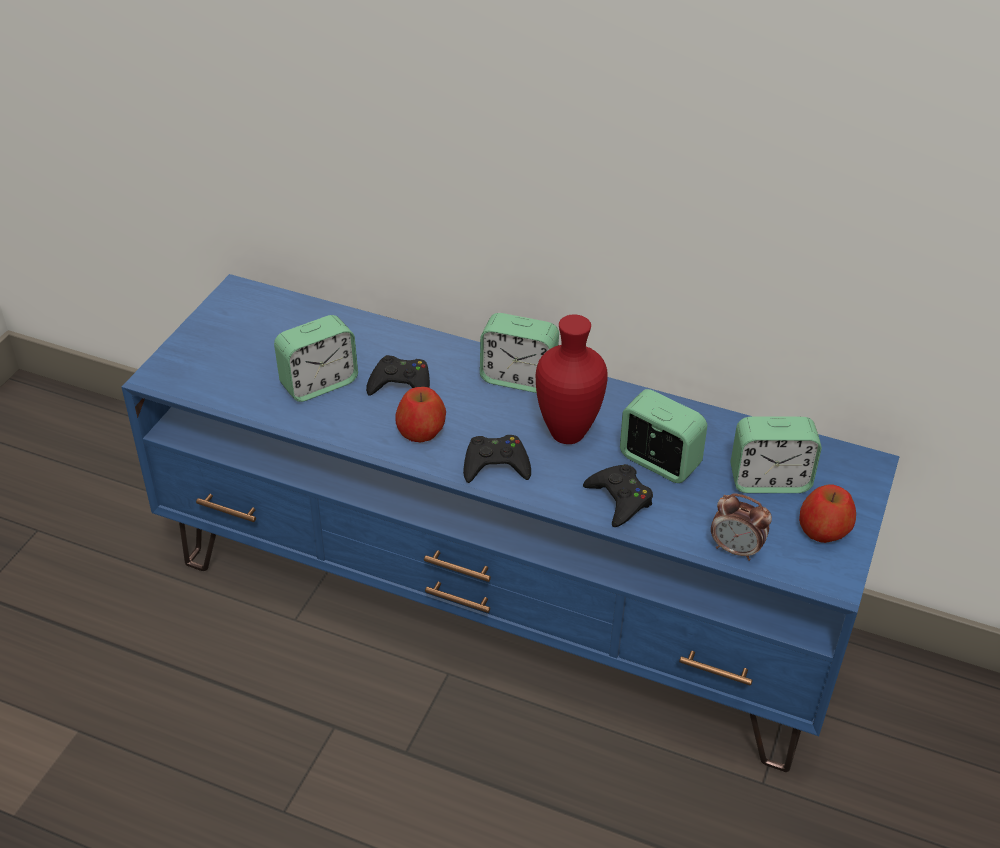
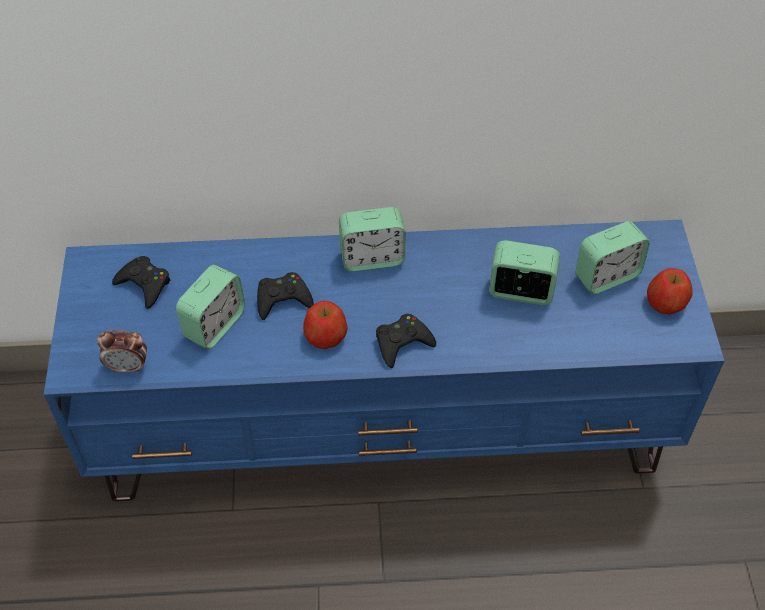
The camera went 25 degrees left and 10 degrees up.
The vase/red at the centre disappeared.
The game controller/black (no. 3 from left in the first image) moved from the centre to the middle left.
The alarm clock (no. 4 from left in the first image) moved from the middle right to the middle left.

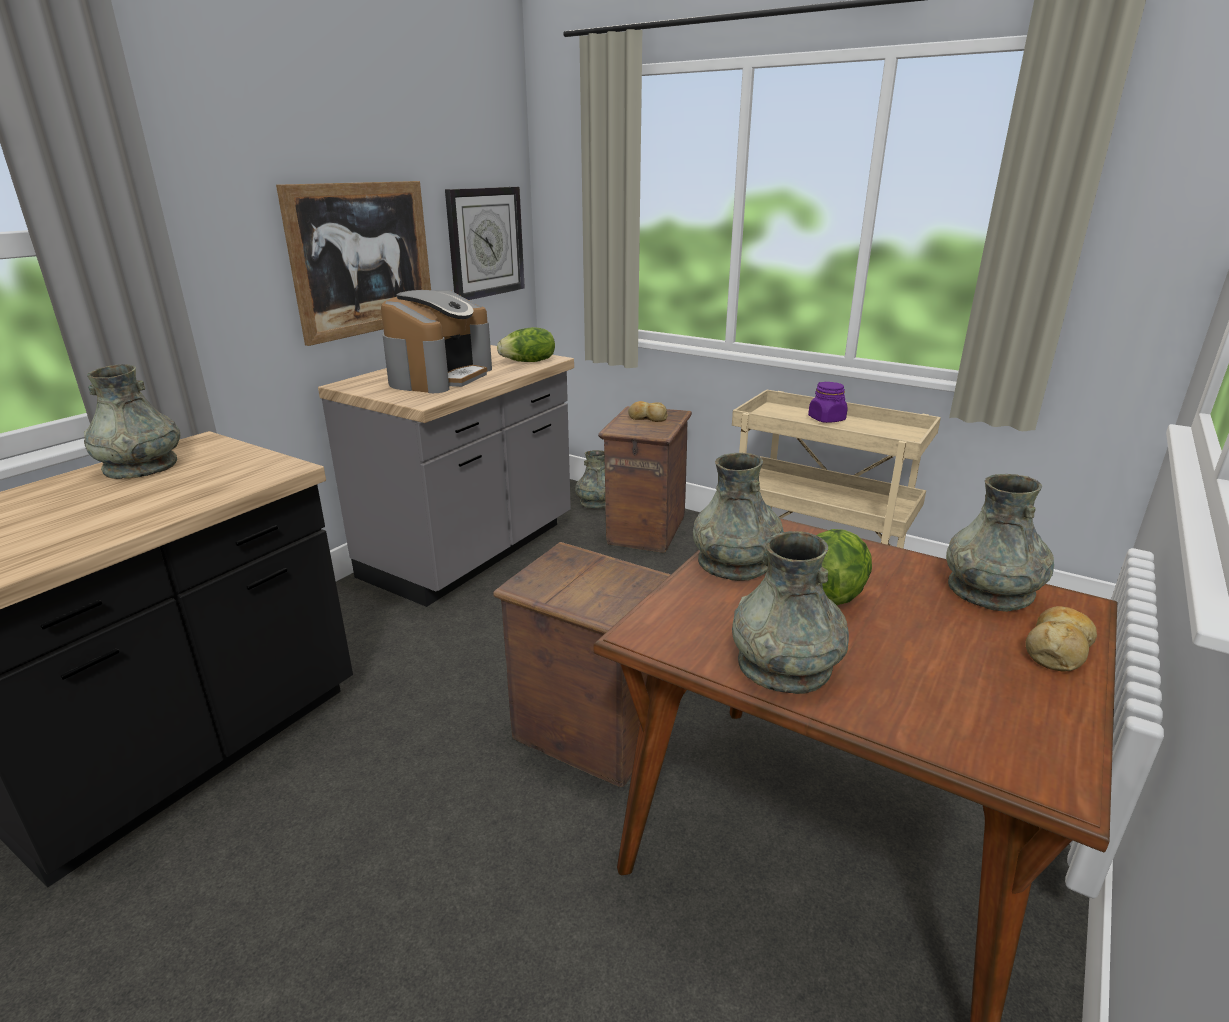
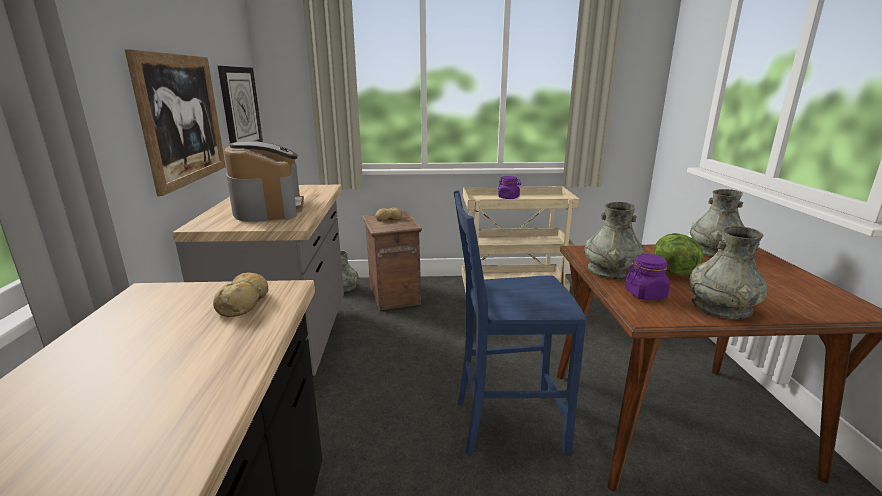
The camera went 35 degrees left and 5 degrees down.
The vase/grey (no. 1 from left) at the middle left disappeared.
The crate (no. 1 from left) at the centre was replaced by the chair/blue at the centre.
The lettuce (no. 1 from left) at the centre disappeared.
The bread (no. 2 from left in the first image) moved from the middle right to the middle left.
The jar/purple (no. 2 from left) at the middle right appeared.

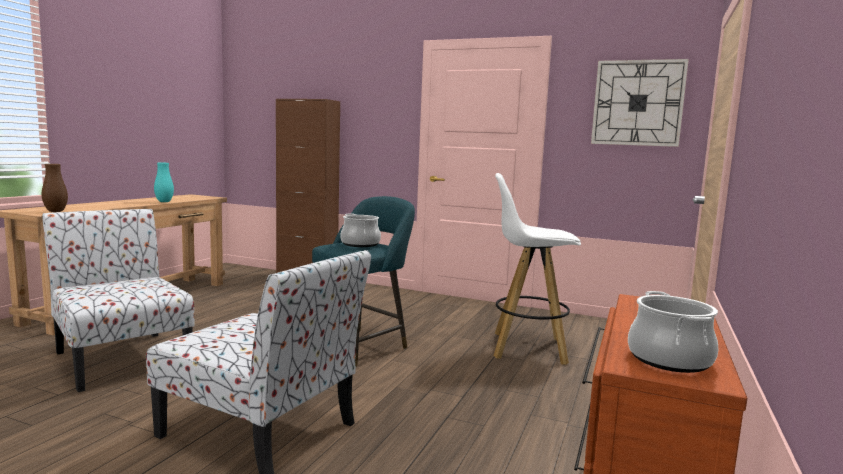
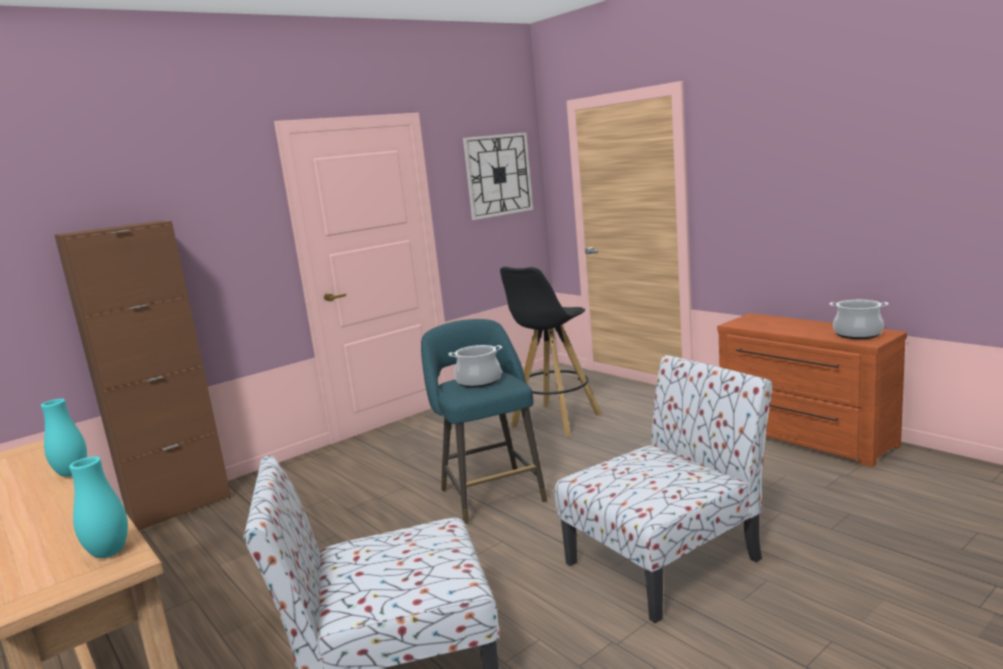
The camera went 60 degrees left and 5 degrees up.
The vase/brown at the middle left became the vase/turquoise (no. 2 from left) at the bottom left.
The stool/white at the centre became the stool/black at the centre.

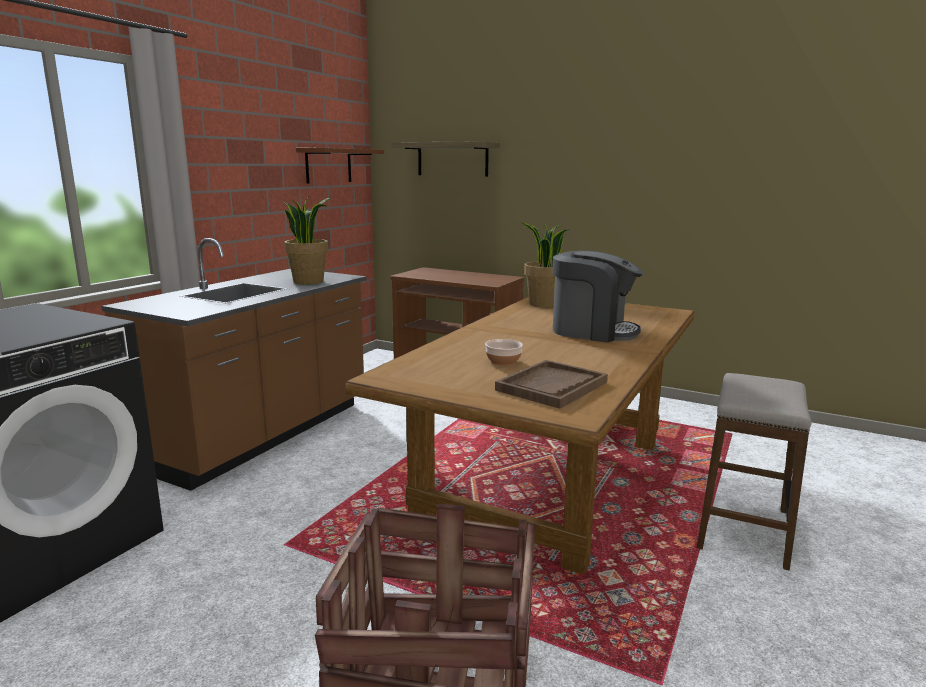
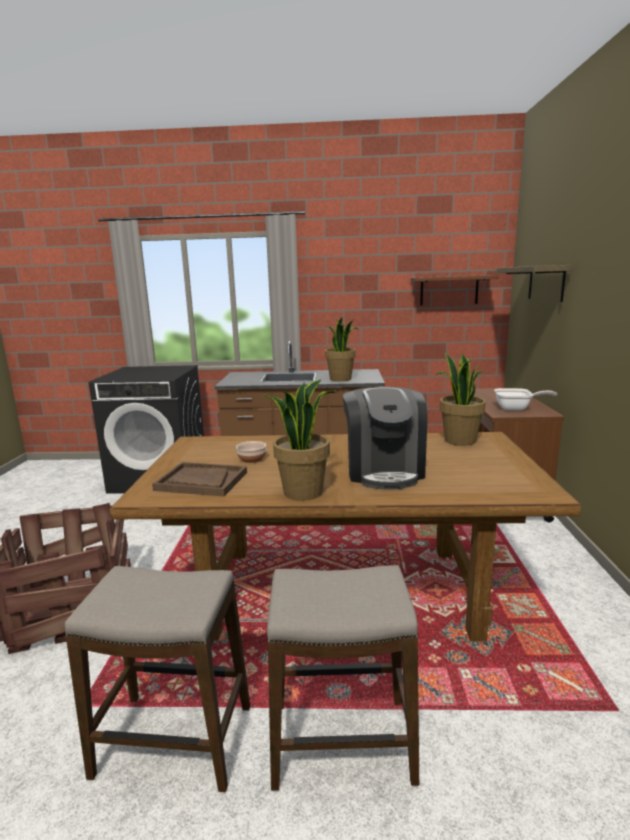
The camera went 65 degrees right and 0 degrees up.
The stool (no. 1 from left) at the bottom left appeared.
The potted plant (no. 1 from left) at the centre appeared.
The frying pan at the middle right appeared.

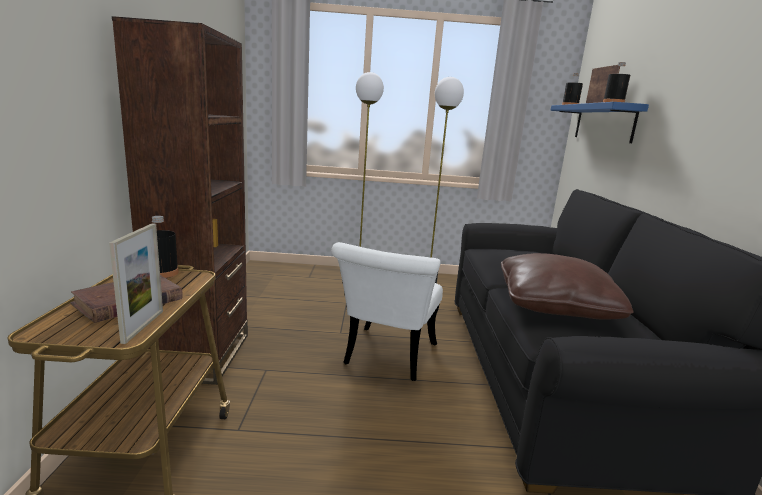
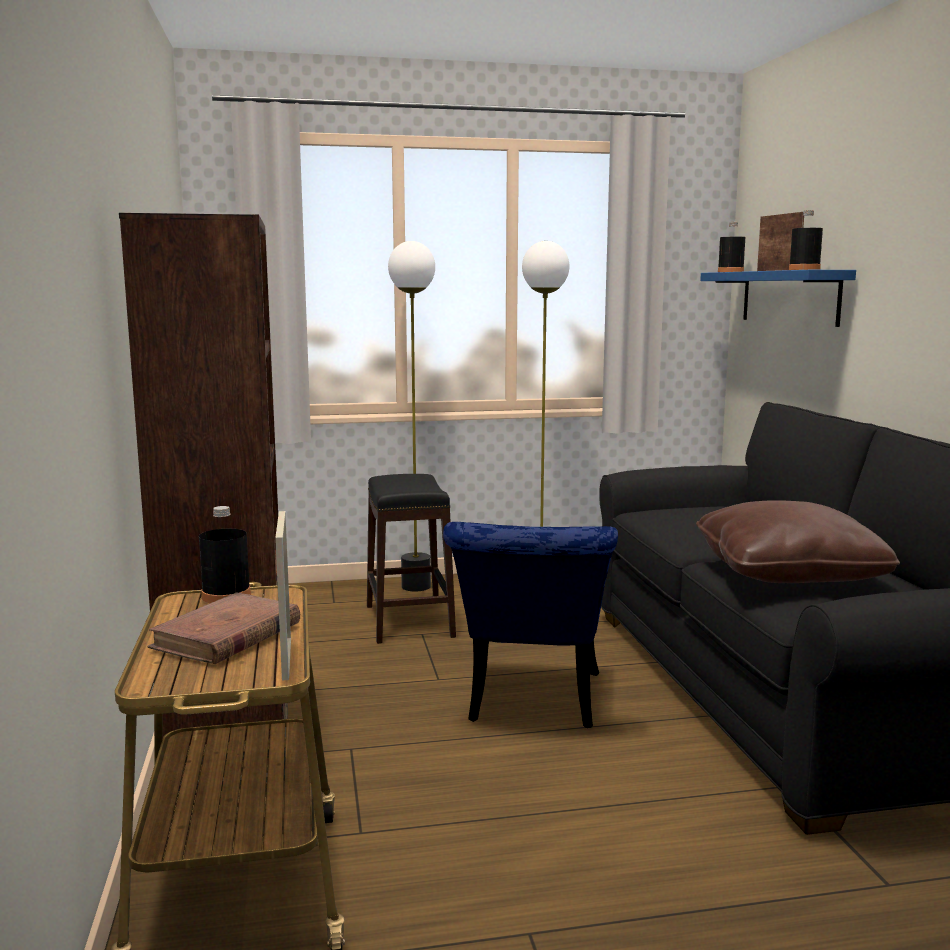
The camera went 10 degrees left and 5 degrees down.
The chair/white at the centre became the chair/blue at the centre.
The stool/black at the centre appeared.

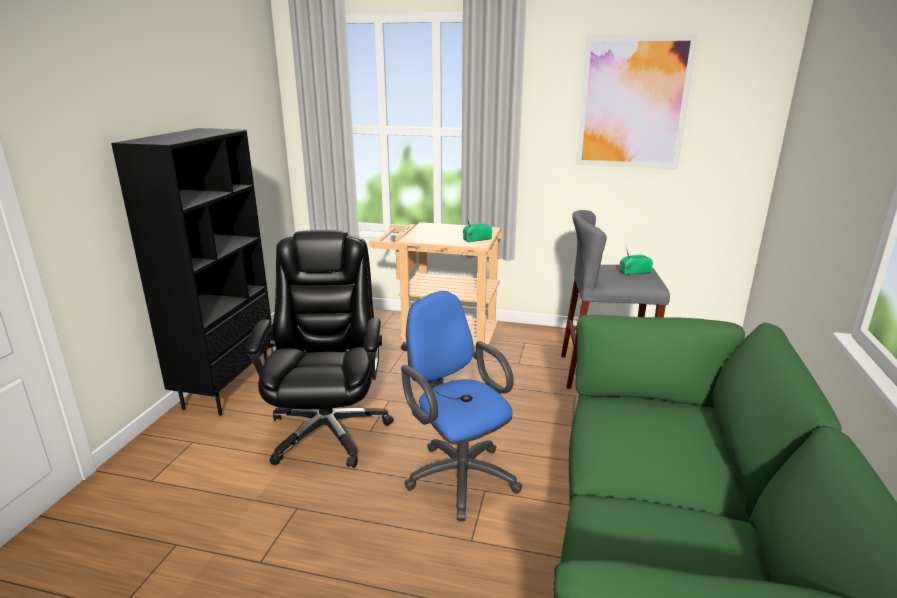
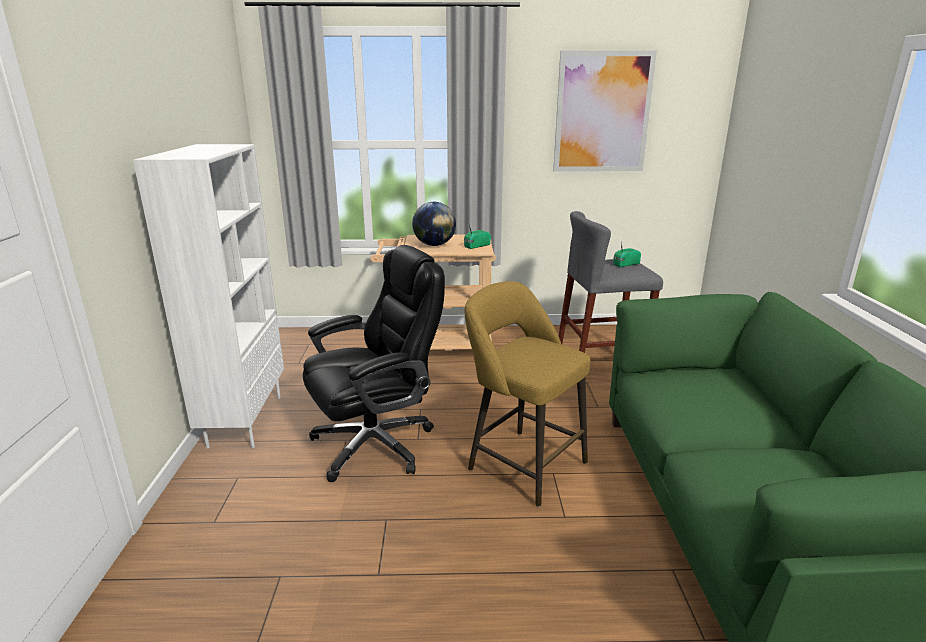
The camera went 15 degrees left and 0 degrees up.
The bookcase/black at the middle left became the bookcase/white at the middle left.
The office chair/black at the centre turned 75 degrees clockwise.
The office chair/blue at the bottom centre was replaced by the stool/yellow at the centre.
The globe at the centre appeared.

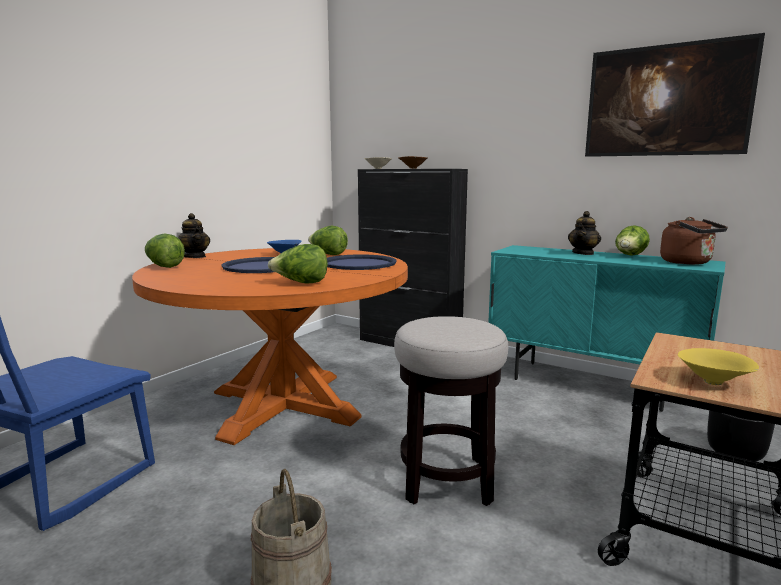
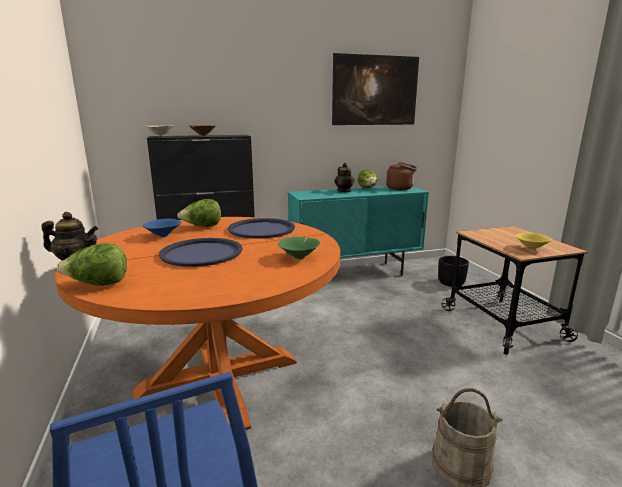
The camera went 50 degrees left and 5 degrees up.
The lettuce (no. 2 from left) at the centre was replaced by the bowl/green at the centre.
The stool at the bottom centre disappeared.

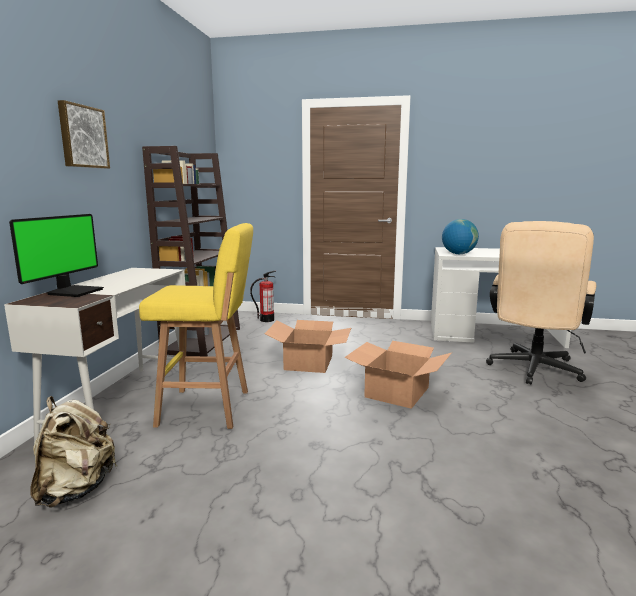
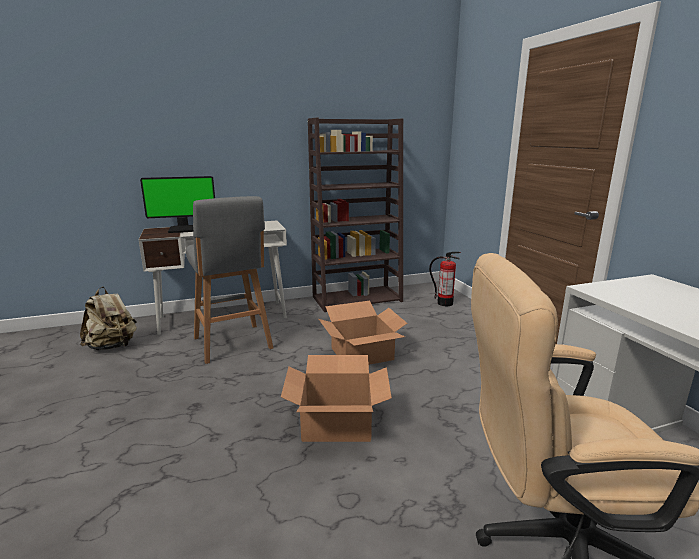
The camera went 60 degrees right and 5 degrees up.
The picture at the top left disappeared.
The stool/yellow at the middle left became the stool/grey at the middle left.
The globe at the middle right disappeared.

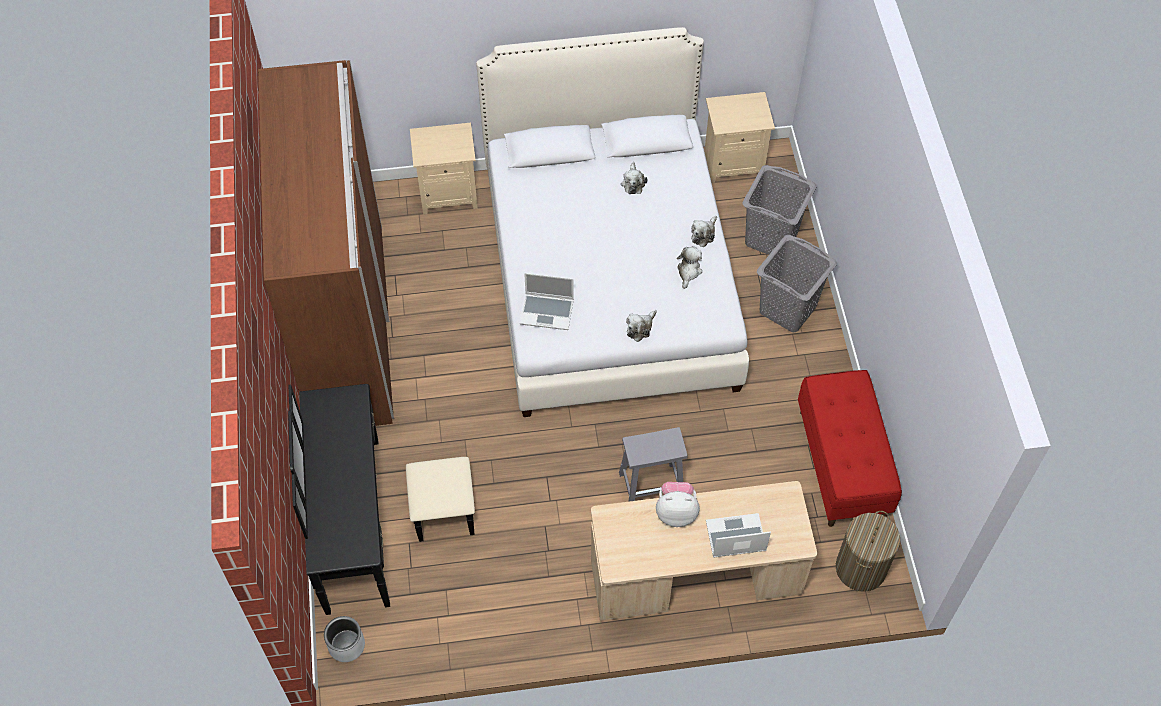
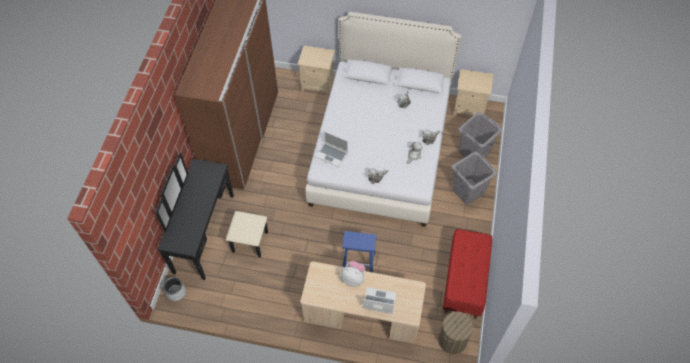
The camera went 20 degrees right and 0 degrees up.
The stool/grey at the centre became the stool/blue at the bottom centre.

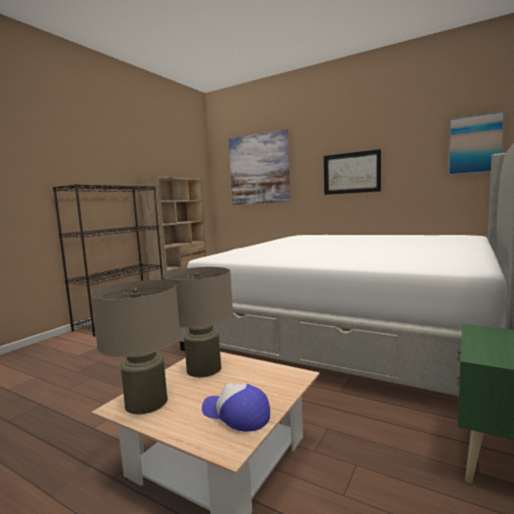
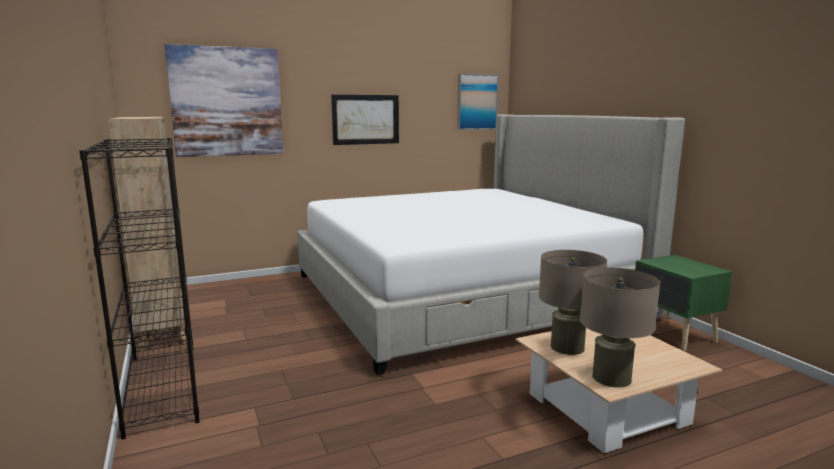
The camera went 55 degrees left and 5 degrees up.
The cap at the bottom centre disappeared.

